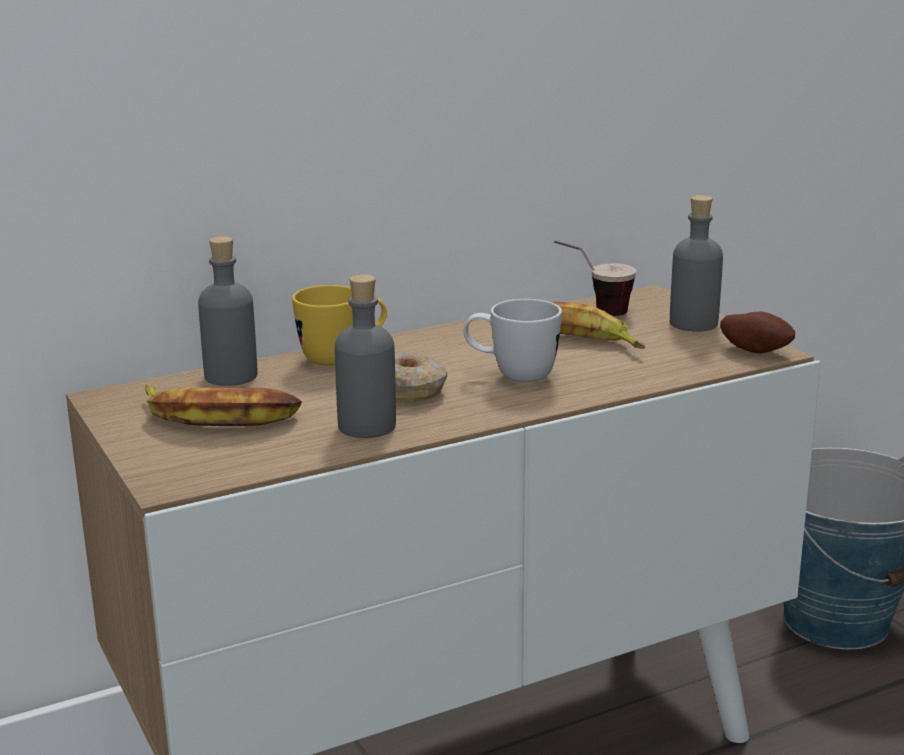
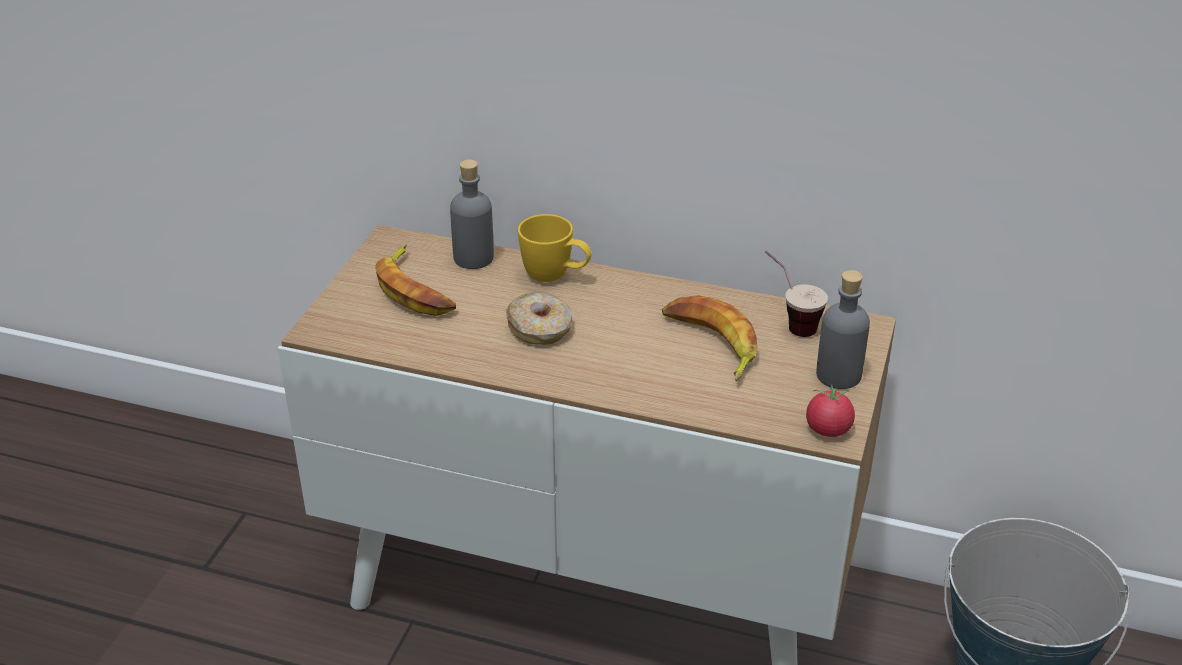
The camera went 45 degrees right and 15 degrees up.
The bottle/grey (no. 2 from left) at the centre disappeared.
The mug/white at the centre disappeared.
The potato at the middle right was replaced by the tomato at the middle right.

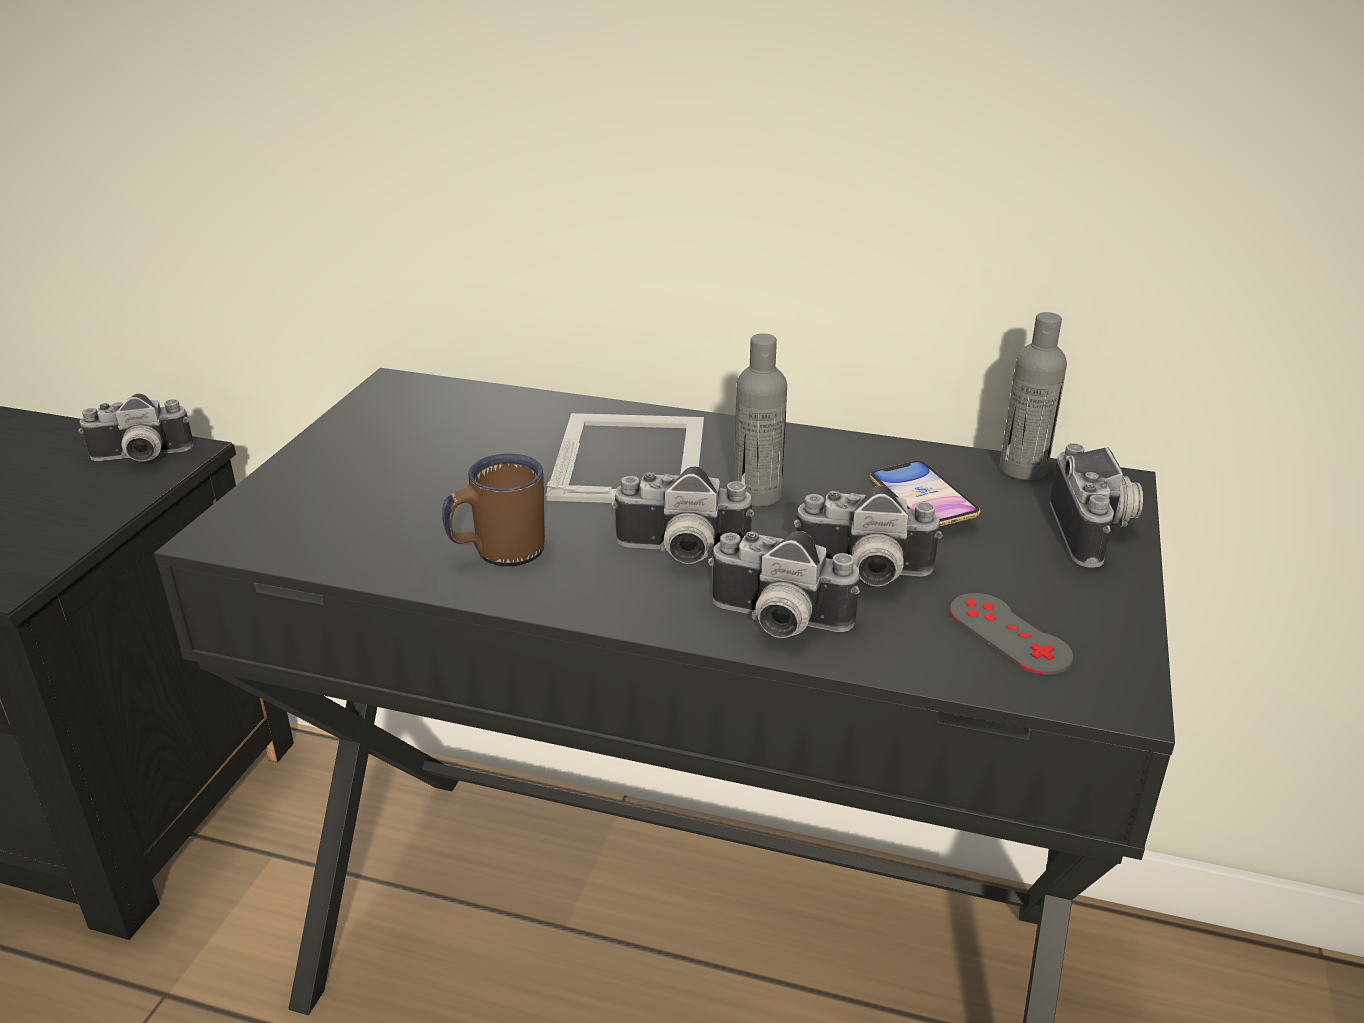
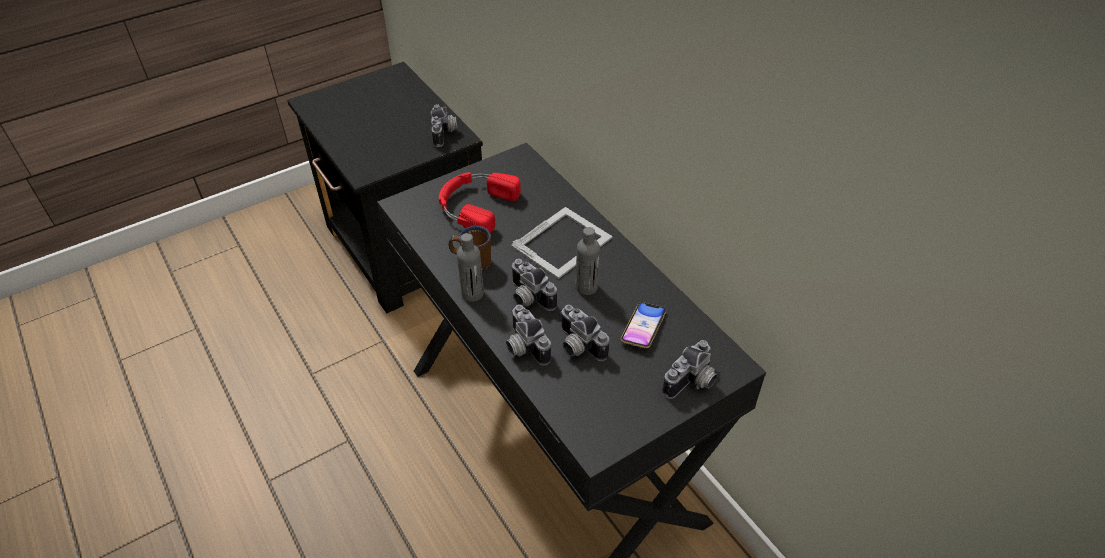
The camera went 40 degrees right and 15 degrees up.
The photo camera (no. 1 from left) at the middle left turned 120 degrees counterclockwise.
The game controller/grey at the middle right disappeared.
The bottle/grey (no. 2 from left in the first image) moved from the middle right to the centre.
The headphones/red at the centre appeared.

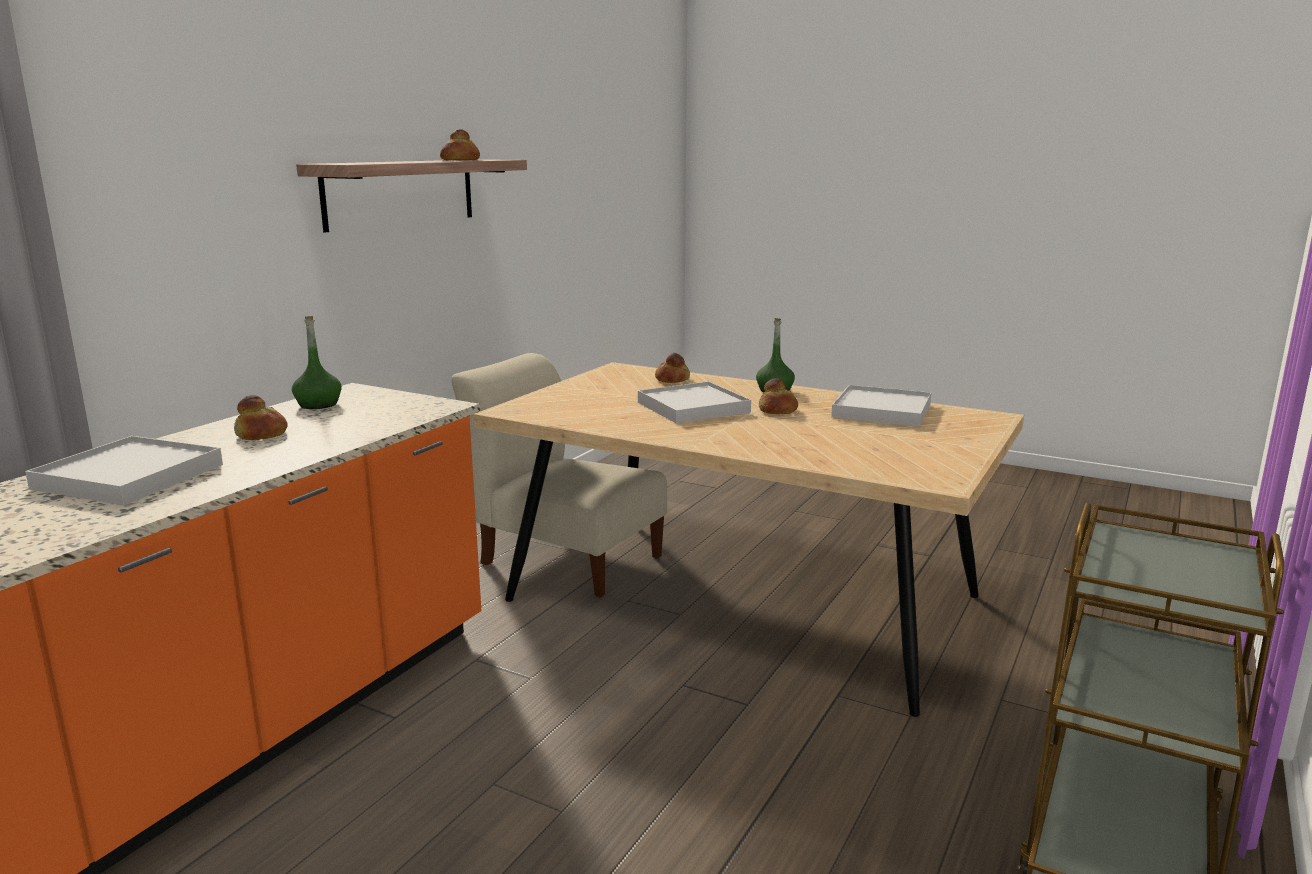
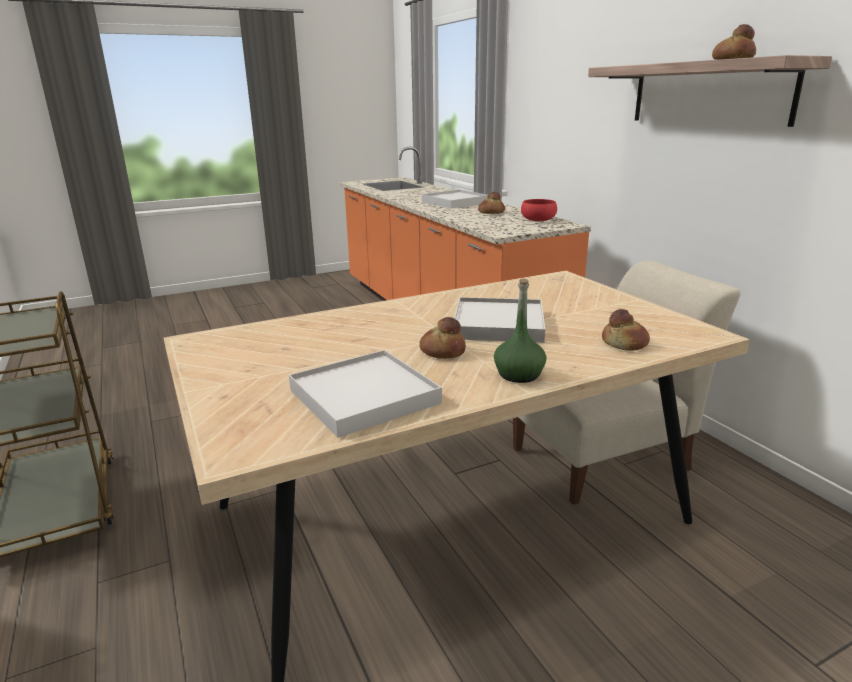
The camera went 125 degrees right and 5 degrees up.
The bottle/green (no. 1 from left) at the middle left was replaced by the bowl/red at the top centre.

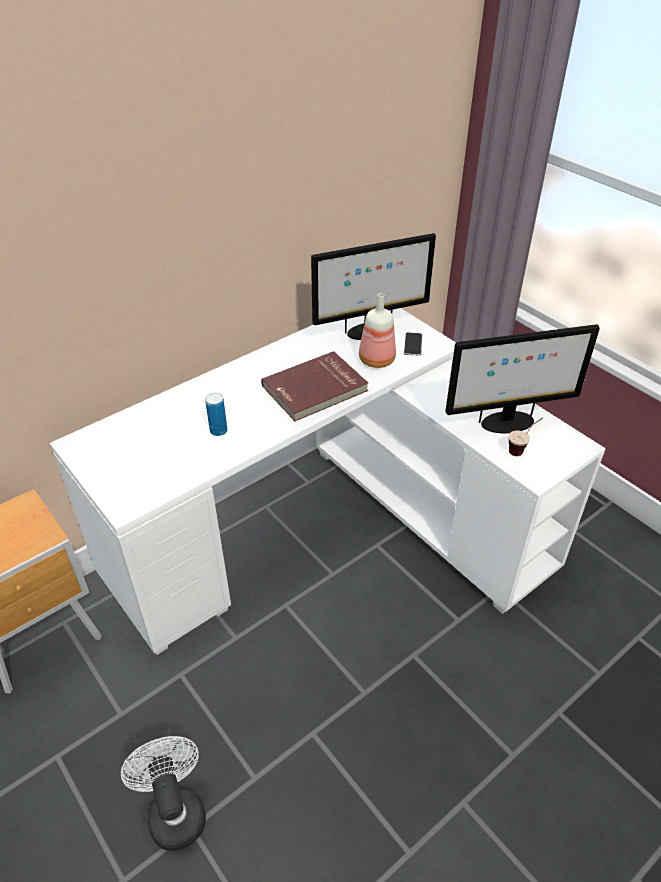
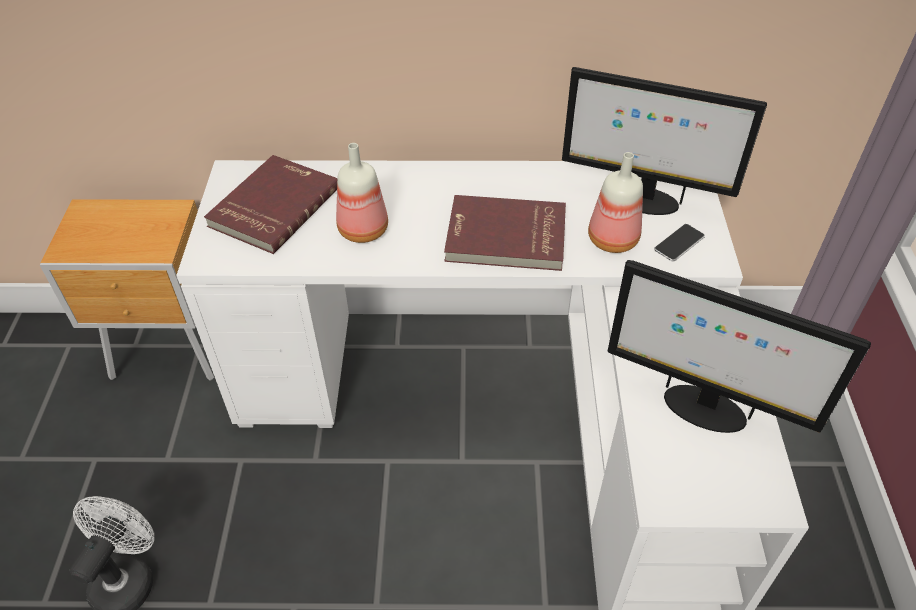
The camera went 40 degrees right and 5 degrees up.
The can at the middle left was replaced by the bottle (no. 1 from left) at the top centre.
The cup at the middle right disappeared.
The book/red (no. 1 from left) at the middle left appeared.

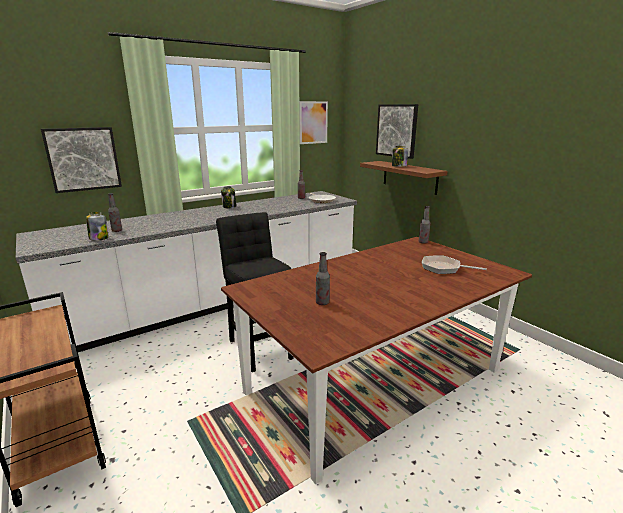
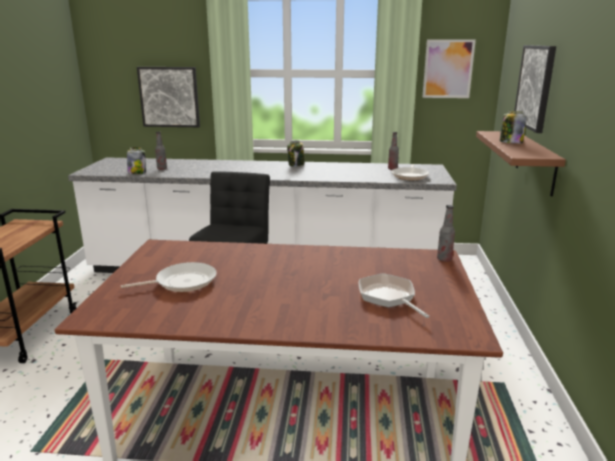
The camera went 40 degrees right and 0 degrees up.
The bottle (no. 3 from left) at the centre was replaced by the frying pan (no. 1 from left) at the middle left.

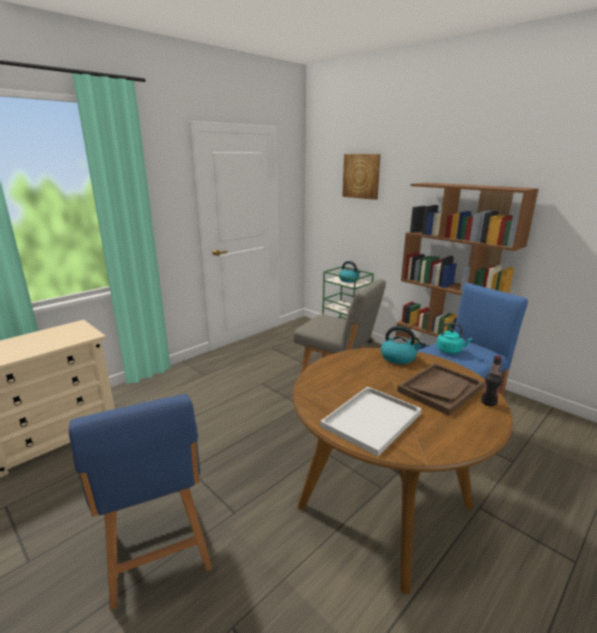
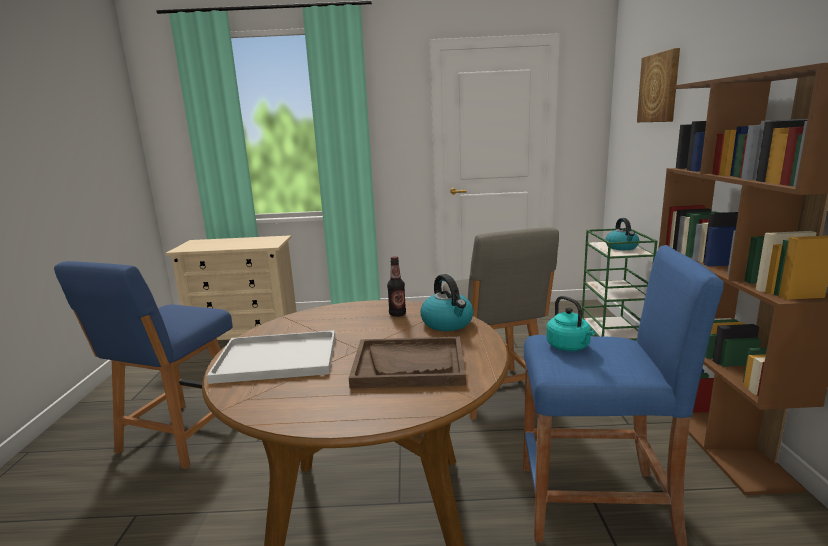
The camera went 45 degrees right and 5 degrees down.
The bottle moved from the middle right to the centre.

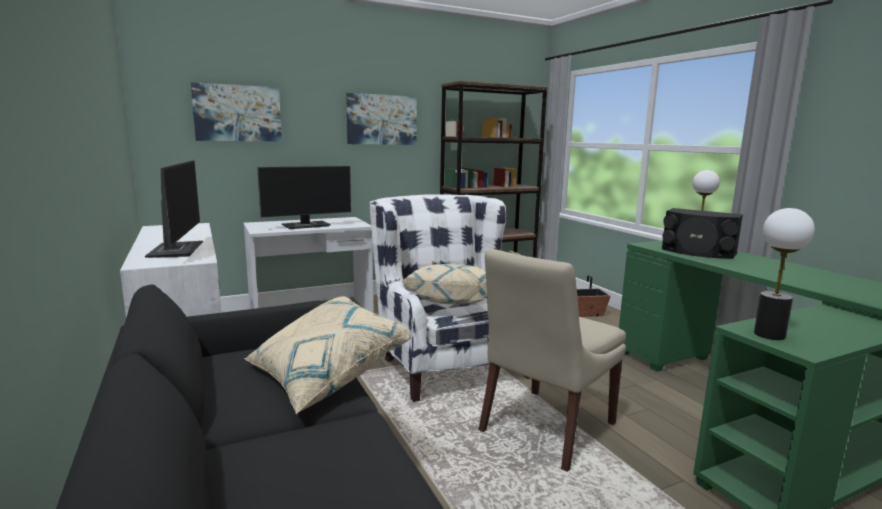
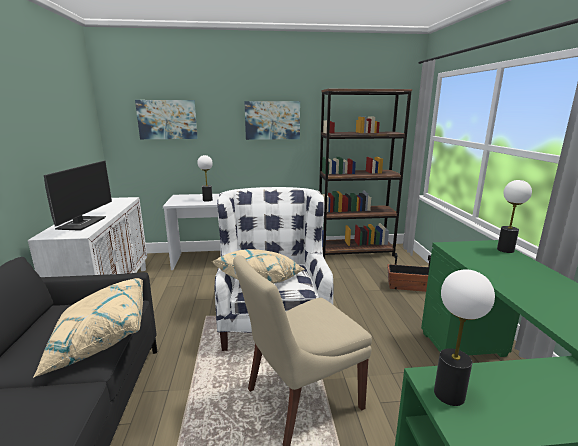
The camera went 20 degrees right and 5 degrees up.
The monitor (no. 2 from left) at the centre was replaced by the table lamp (no. 1 from left) at the centre.
The speaker/black at the middle right disappeared.

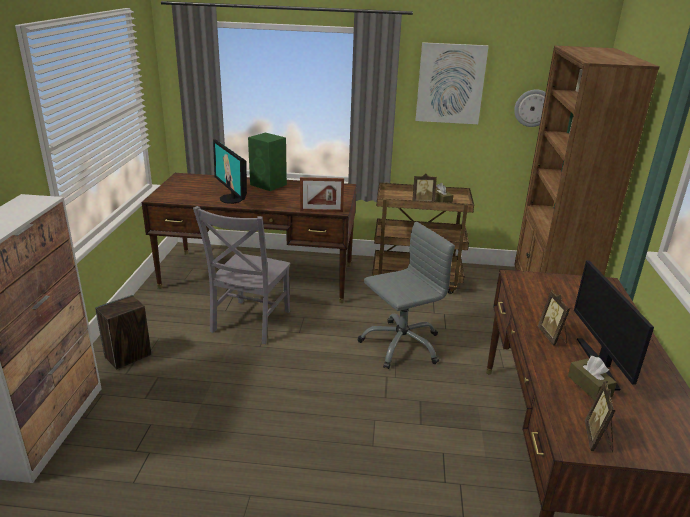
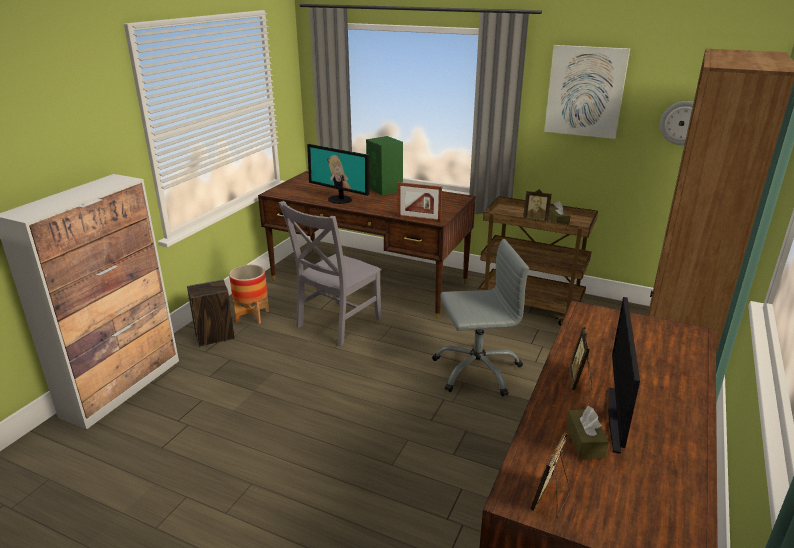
The camera went 20 degrees right and 0 degrees up.
The monitor (no. 1 from left) at the top centre turned 45 degrees counterclockwise.
The planter at the middle left appeared.

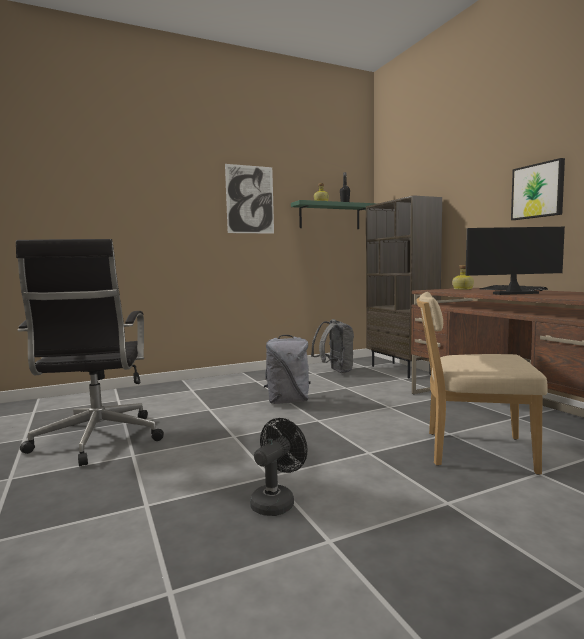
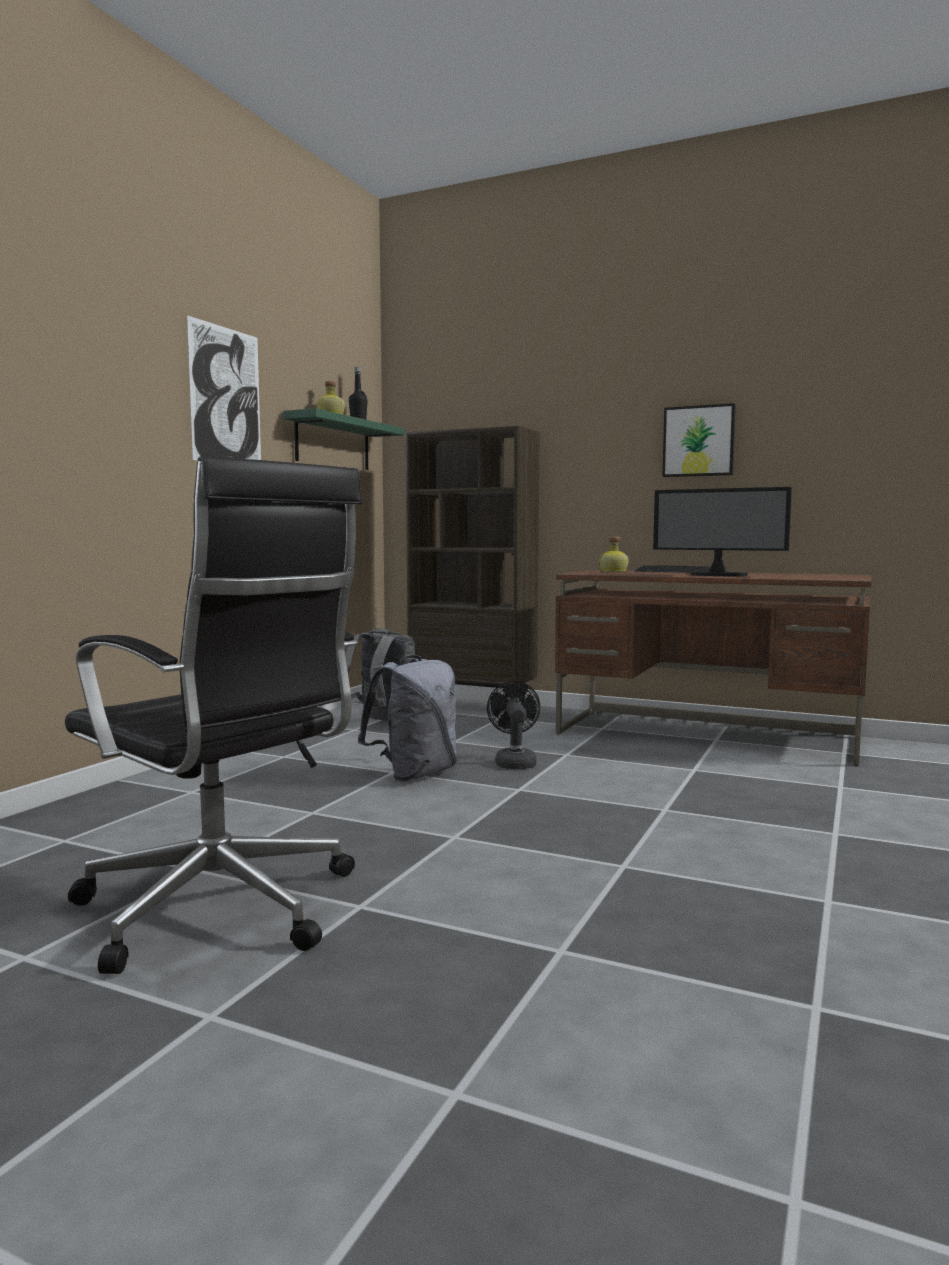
The camera went 40 degrees left and 0 degrees up.
The fan/black moved from the bottom centre to the centre.
The chair/beige at the middle right disappeared.
The monitor at the middle right turned 105 degrees counterclockwise.

